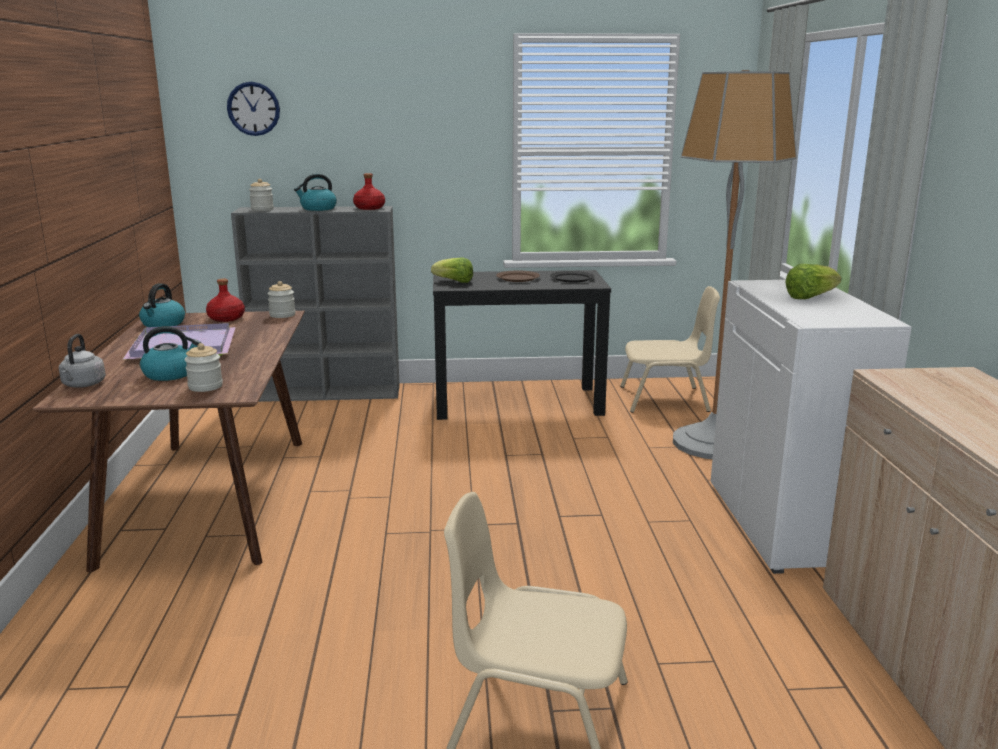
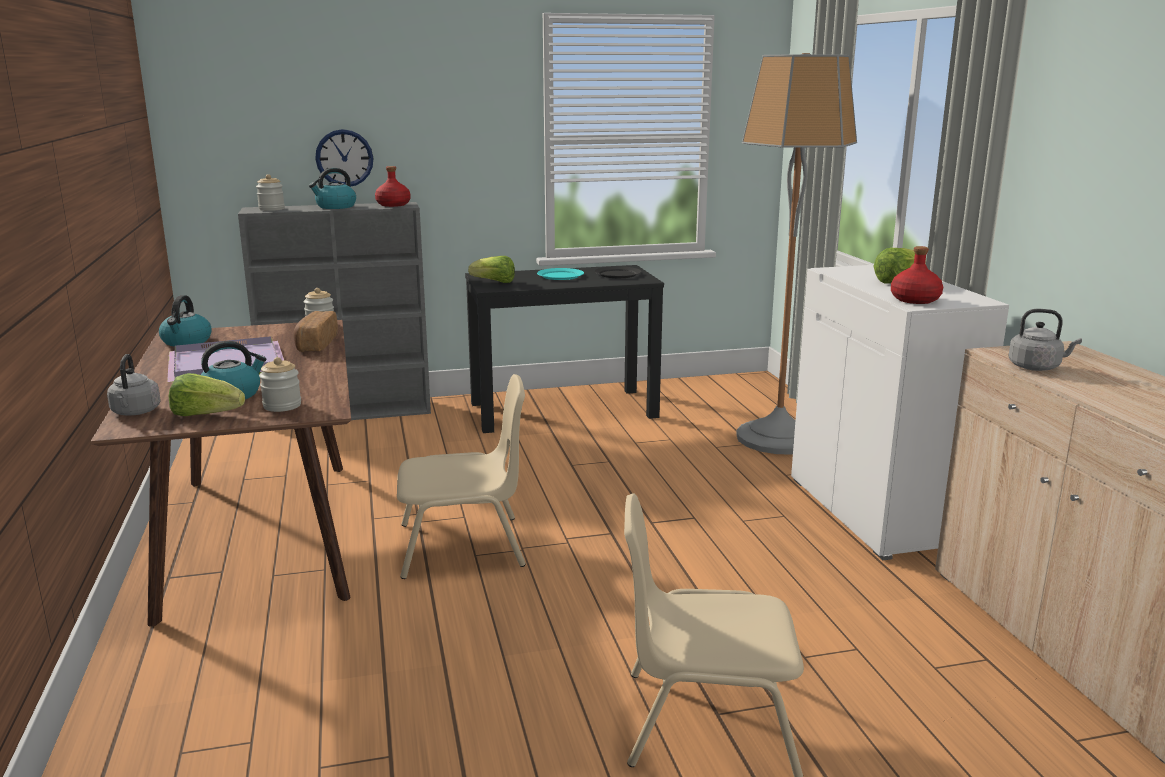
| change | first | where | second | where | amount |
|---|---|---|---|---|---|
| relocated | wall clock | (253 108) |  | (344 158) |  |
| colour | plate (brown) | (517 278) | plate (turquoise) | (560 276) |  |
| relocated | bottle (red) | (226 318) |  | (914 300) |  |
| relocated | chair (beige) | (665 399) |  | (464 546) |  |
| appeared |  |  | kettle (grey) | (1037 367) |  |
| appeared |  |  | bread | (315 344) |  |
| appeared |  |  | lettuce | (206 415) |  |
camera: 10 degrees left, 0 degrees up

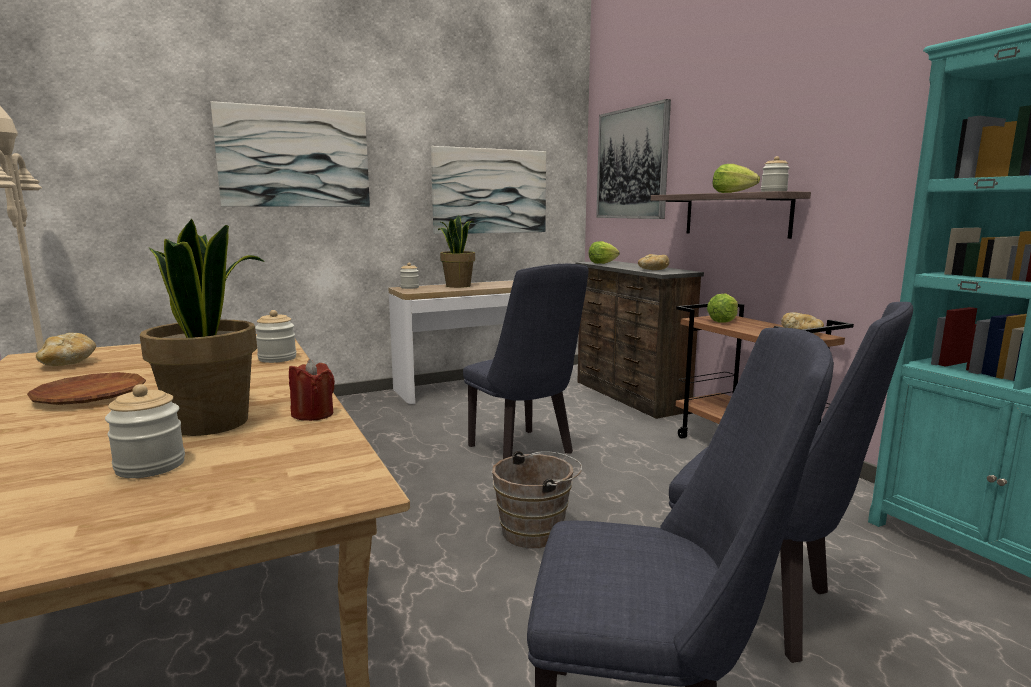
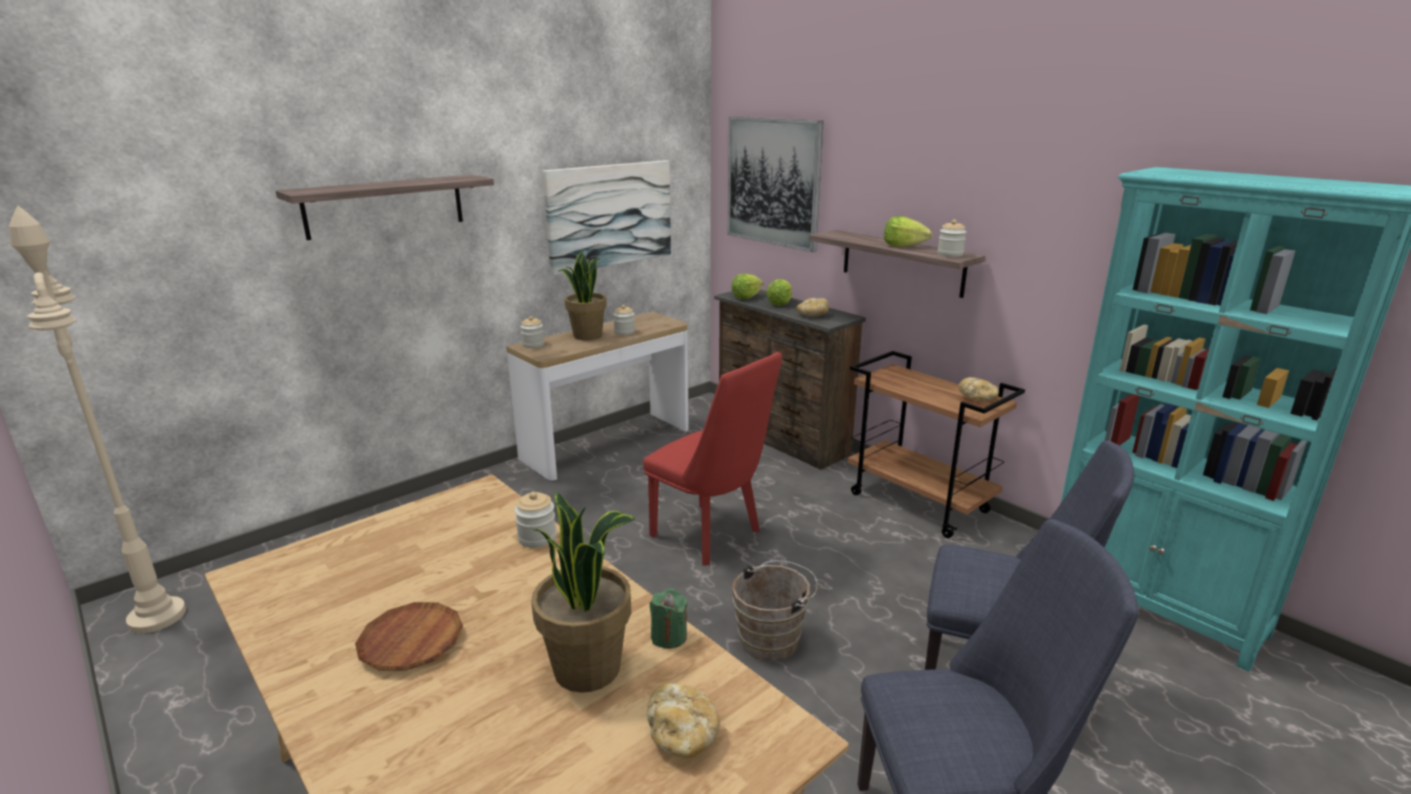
| change | first | where | second | where | amount |
|---|---|---|---|---|---|
| exchanged | picture | (294 158) | shelf | (385 206) |  |
| colour | chair (blue) | (525 452) | chair (red) | (712 536) |  |
| relocated | lettuce | (723 321) |  | (780 303) |  |
| relocated | bread | (68 364) |  | (682 735) |  |
| colour | candle (red) | (313 414) | candle (green) | (669 636) |  |
| relocated | jar | (150 466) |  | (624 332) |  |
camera: 15 degrees left, 10 degrees up

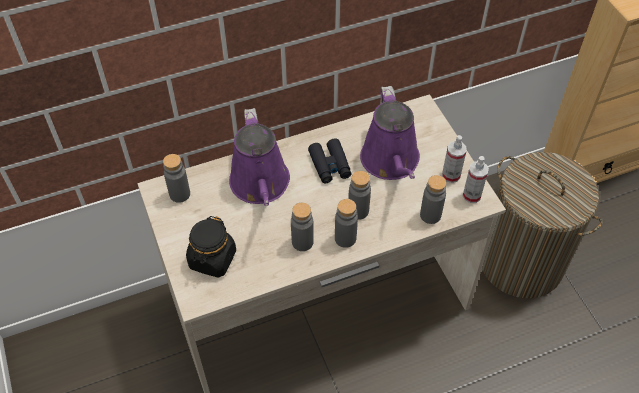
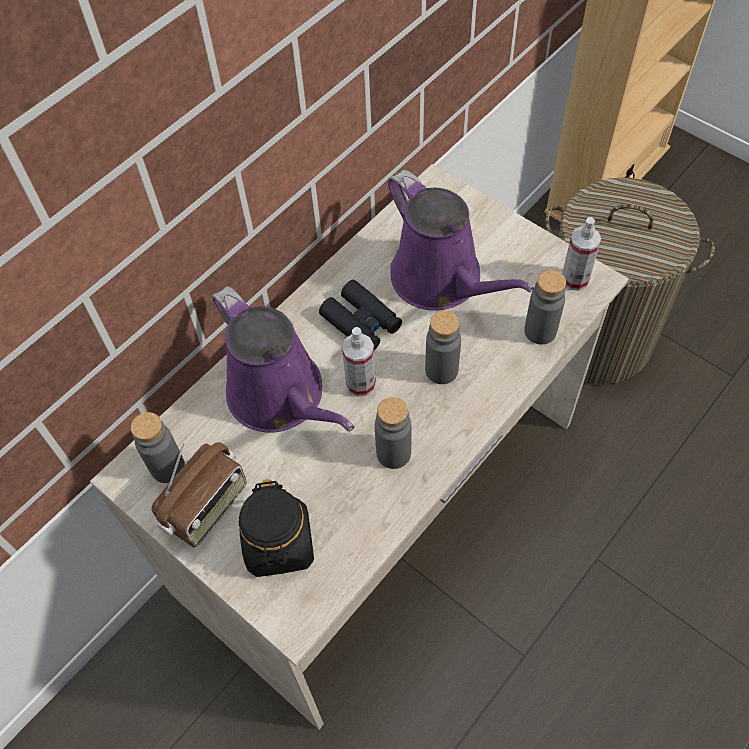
| change | first | where | second | where | amount |
|---|---|---|---|---|---|
| relocated | spray bottle | (451 175) |  | (361 384) |  |
| missing | bottle (grey) | (345 238) |  |  |  |
| appeared |  |  | radio | (207 507) |  |
camera: 25 degrees left, 5 degrees up

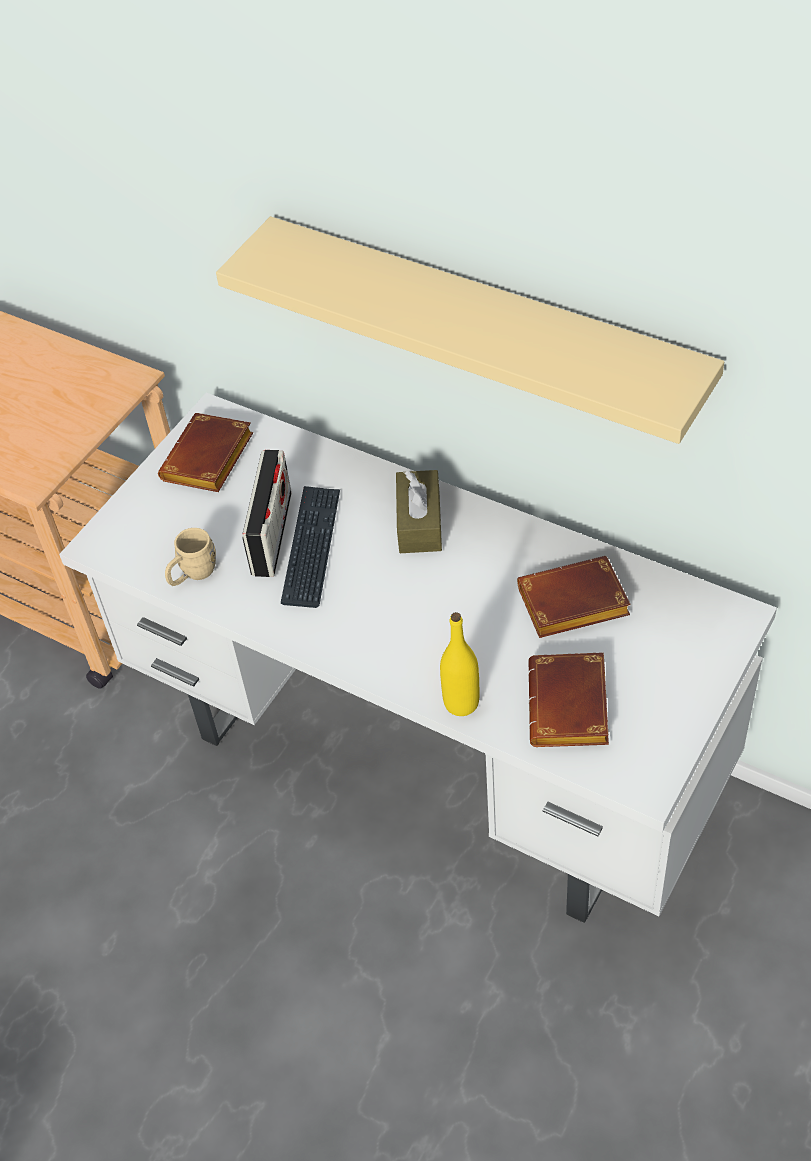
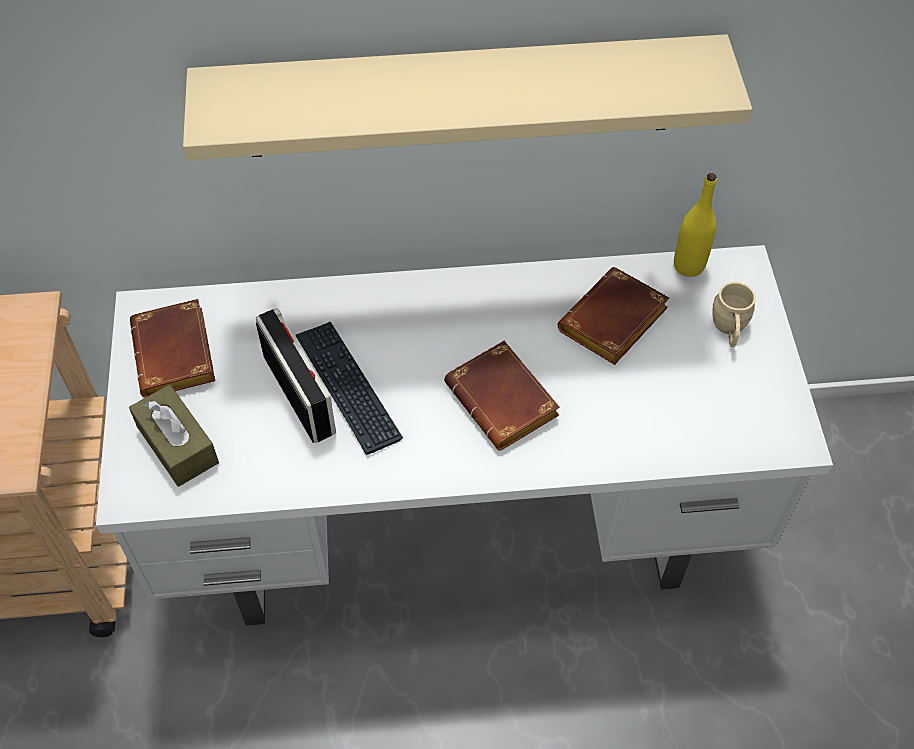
| change | first | where | second | where | amount |
|---|---|---|---|---|---|
| relocated | tissue box (brown) | (419 522) |  | (177 445) |  |
| relocated | mug (beige) | (192 574) |  | (729 330) |  |
| relocated | bottle (yellow) | (461 703) |  | (688 265) |  |
| relocated | book (brown) | (571 709) |  | (505 402) |  |
camera: 40 degrees left, 5 degrees up

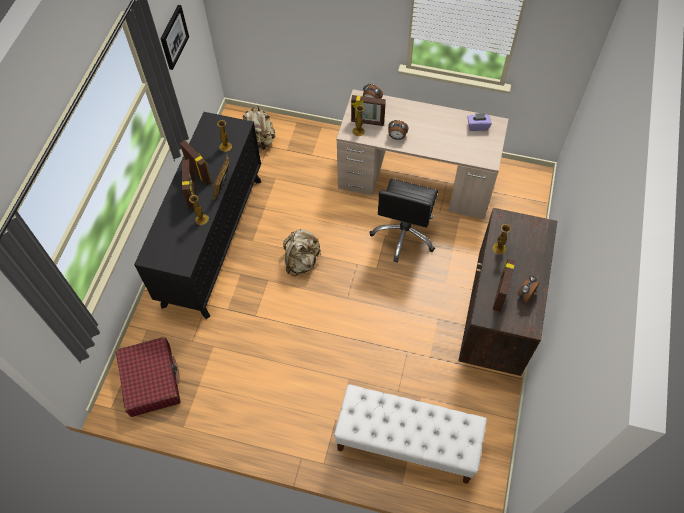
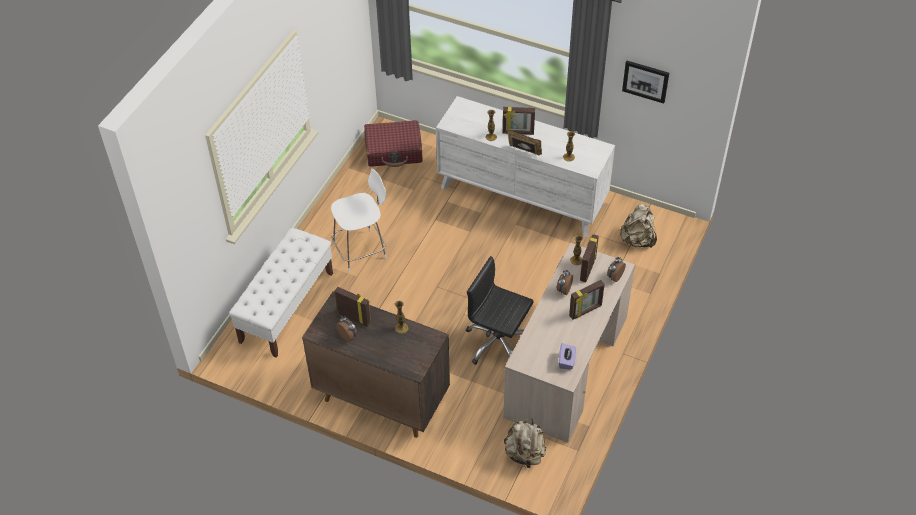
| change | first | where | second | where | amount |
|---|---|---|---|---|---|
| colour | dresser (black) | (213 239) | dresser (white) | (522 196) |  |
| relocated | picture frame | (199 173) |  | (585 311) |  |
| relocated | backpack (beige) | (302 261) |  | (525 454) |  |
| appeared |  |  | chair (white) | (361 250) |  |
camera: 100 degrees right, 10 degrees down

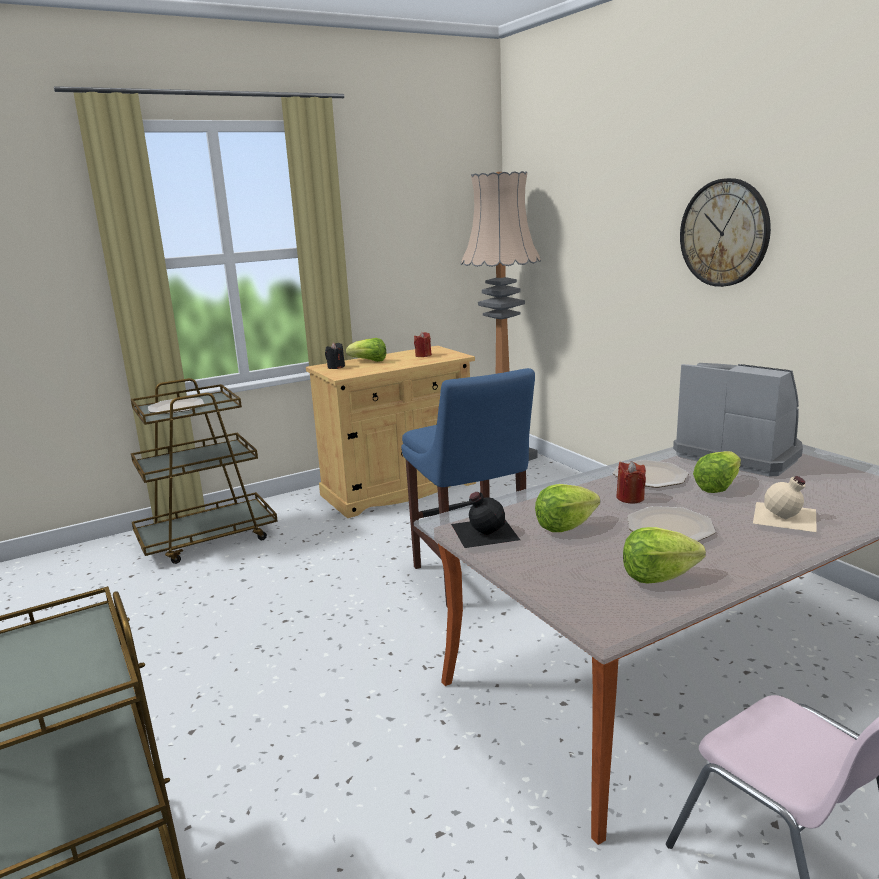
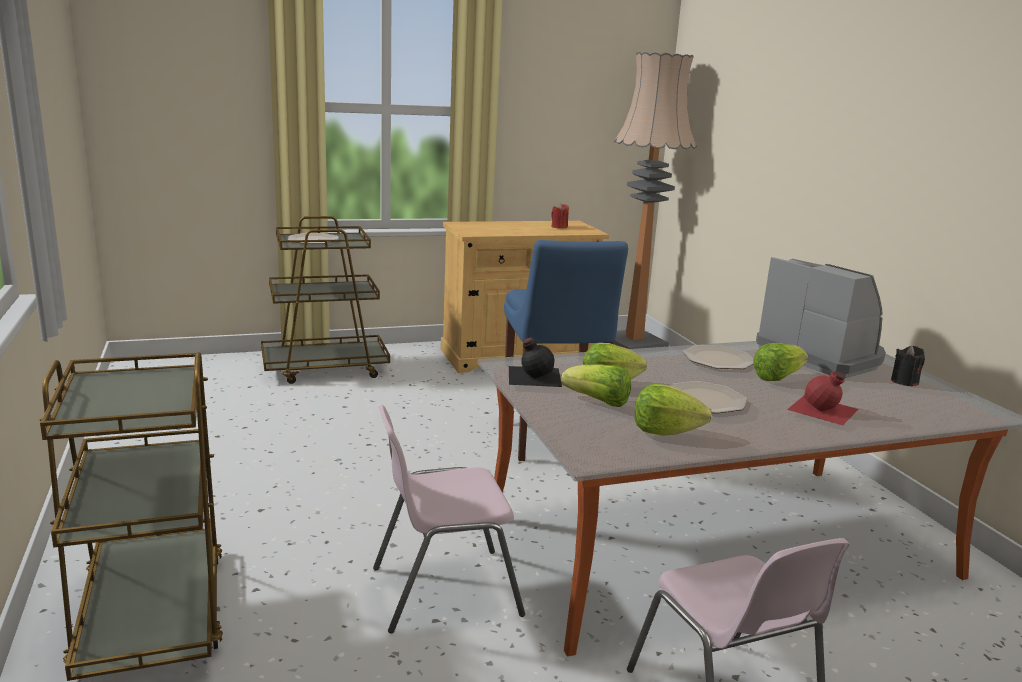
| change | first | where | second | where | amount |
|---|---|---|---|---|---|
| missing | wall clock | (724 233) |  |  |  |
| relocated | lettuce | (369 361) |  | (598 402) |  |
| relocated | candle (black) | (336 367) |  | (904 381) |  |
| missing | candle (red) | (630 498) |  |  |  |
| colour | bottle (beige) | (786 516) | bottle (red) | (823 409) |  |
| appeared |  |  | chair (pink) | (443 590) |  |
camera: 10 degrees right, 0 degrees up

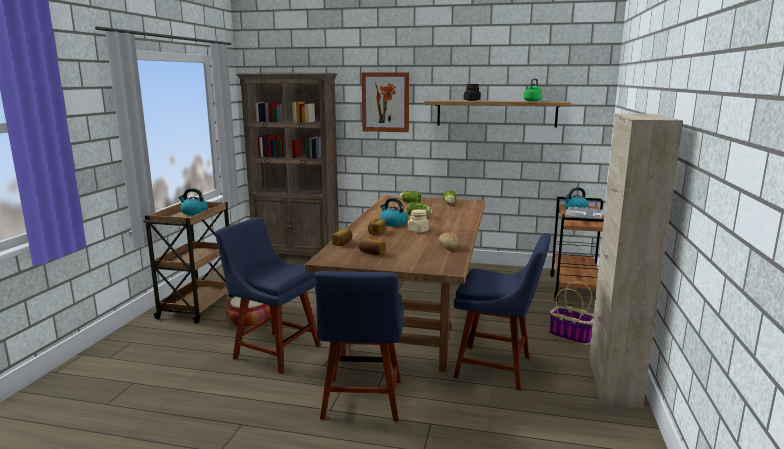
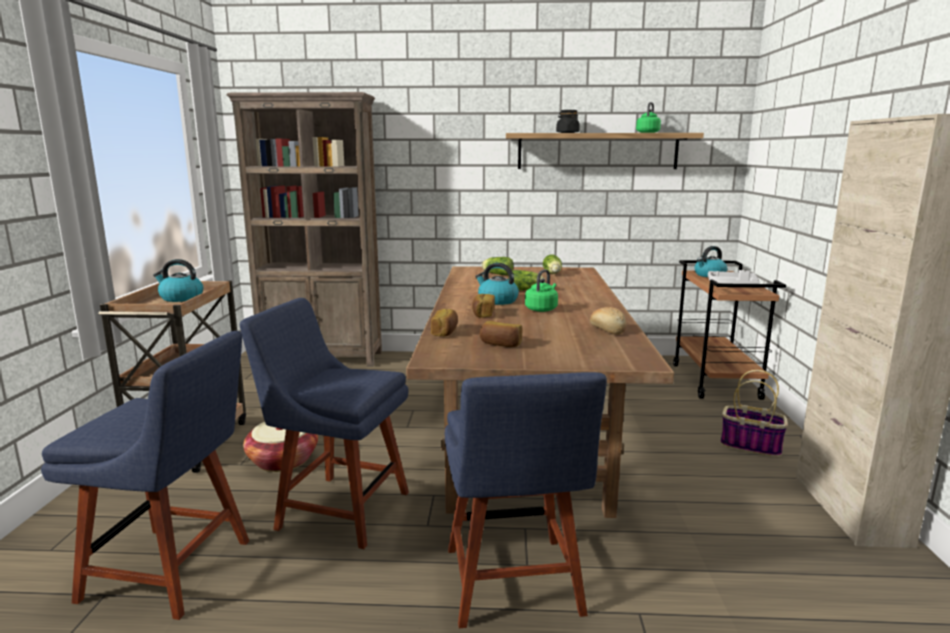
| change | first | where | second | where | amount |
|---|---|---|---|---|---|
| missing | picture | (385 102) |  |  |  |
| exchanged | jar (beige) | (418 231) | kettle (green) | (542 309) |  |
| relocated | chair (blue) | (497 368) |  | (174 571) |  |
camera: 10 degrees left, 0 degrees up

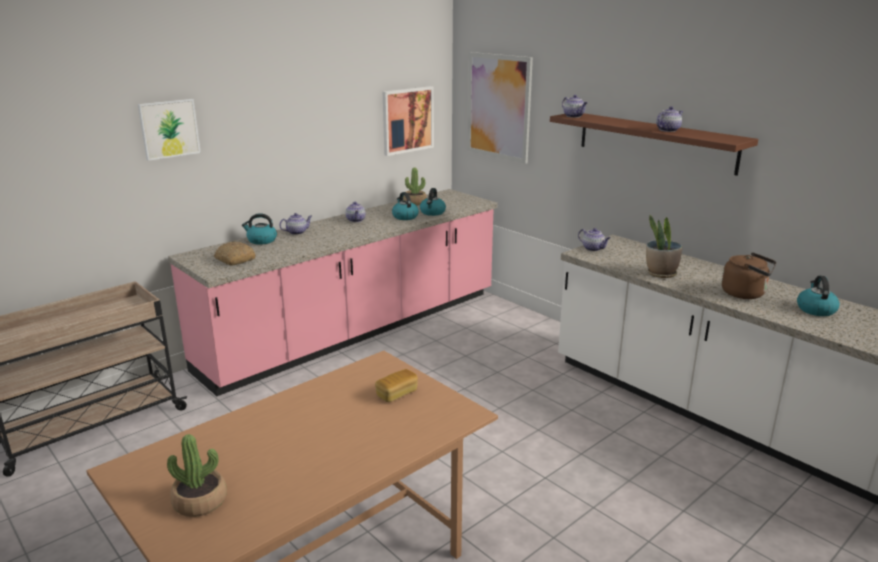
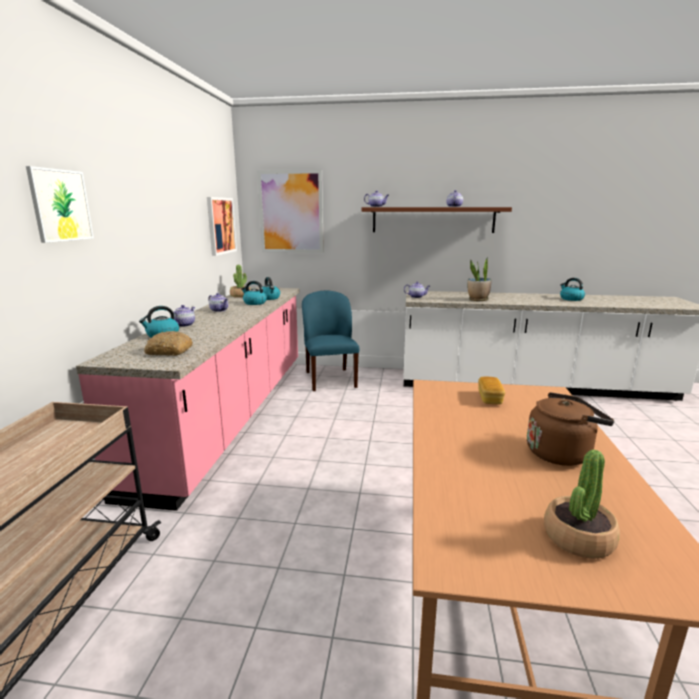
| change | first | where | second | where | amount |
|---|---|---|---|---|---|
| relocated | kettle (brown) | (746 294) |  | (561 453) |  |
| appeared |  |  | chair (blue) | (330 379) |  |
camera: 40 degrees left, 5 degrees down

